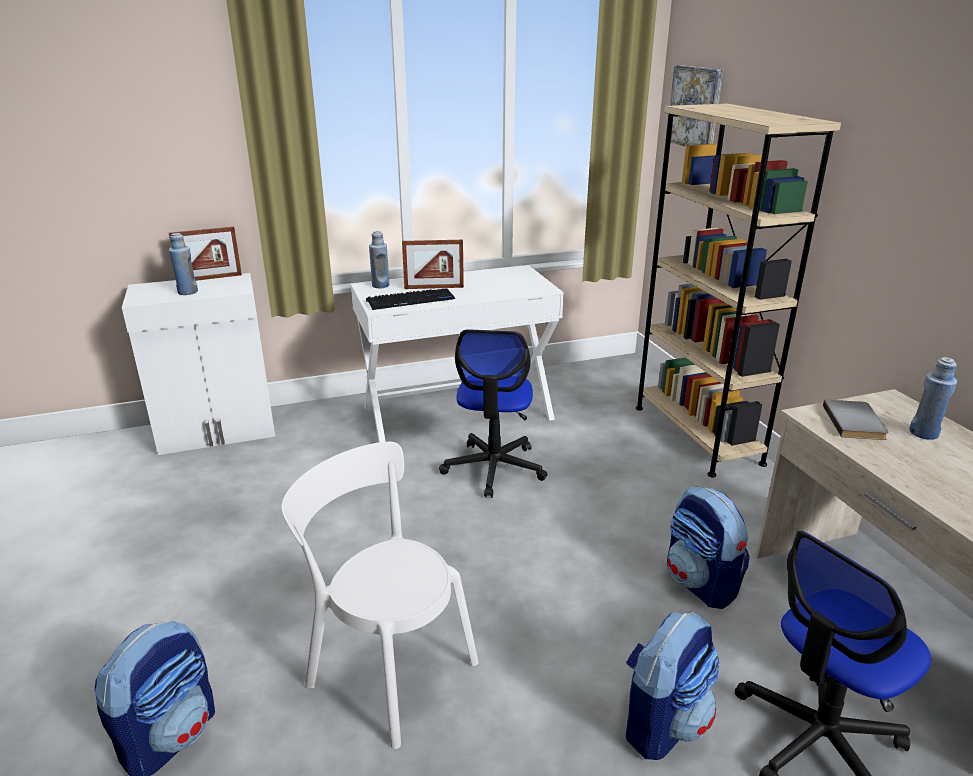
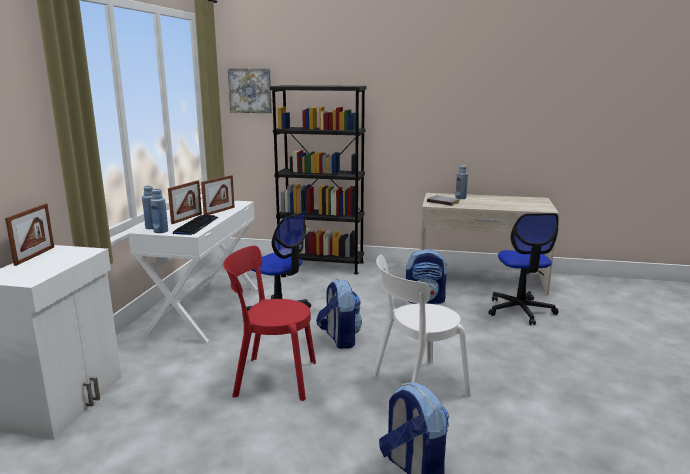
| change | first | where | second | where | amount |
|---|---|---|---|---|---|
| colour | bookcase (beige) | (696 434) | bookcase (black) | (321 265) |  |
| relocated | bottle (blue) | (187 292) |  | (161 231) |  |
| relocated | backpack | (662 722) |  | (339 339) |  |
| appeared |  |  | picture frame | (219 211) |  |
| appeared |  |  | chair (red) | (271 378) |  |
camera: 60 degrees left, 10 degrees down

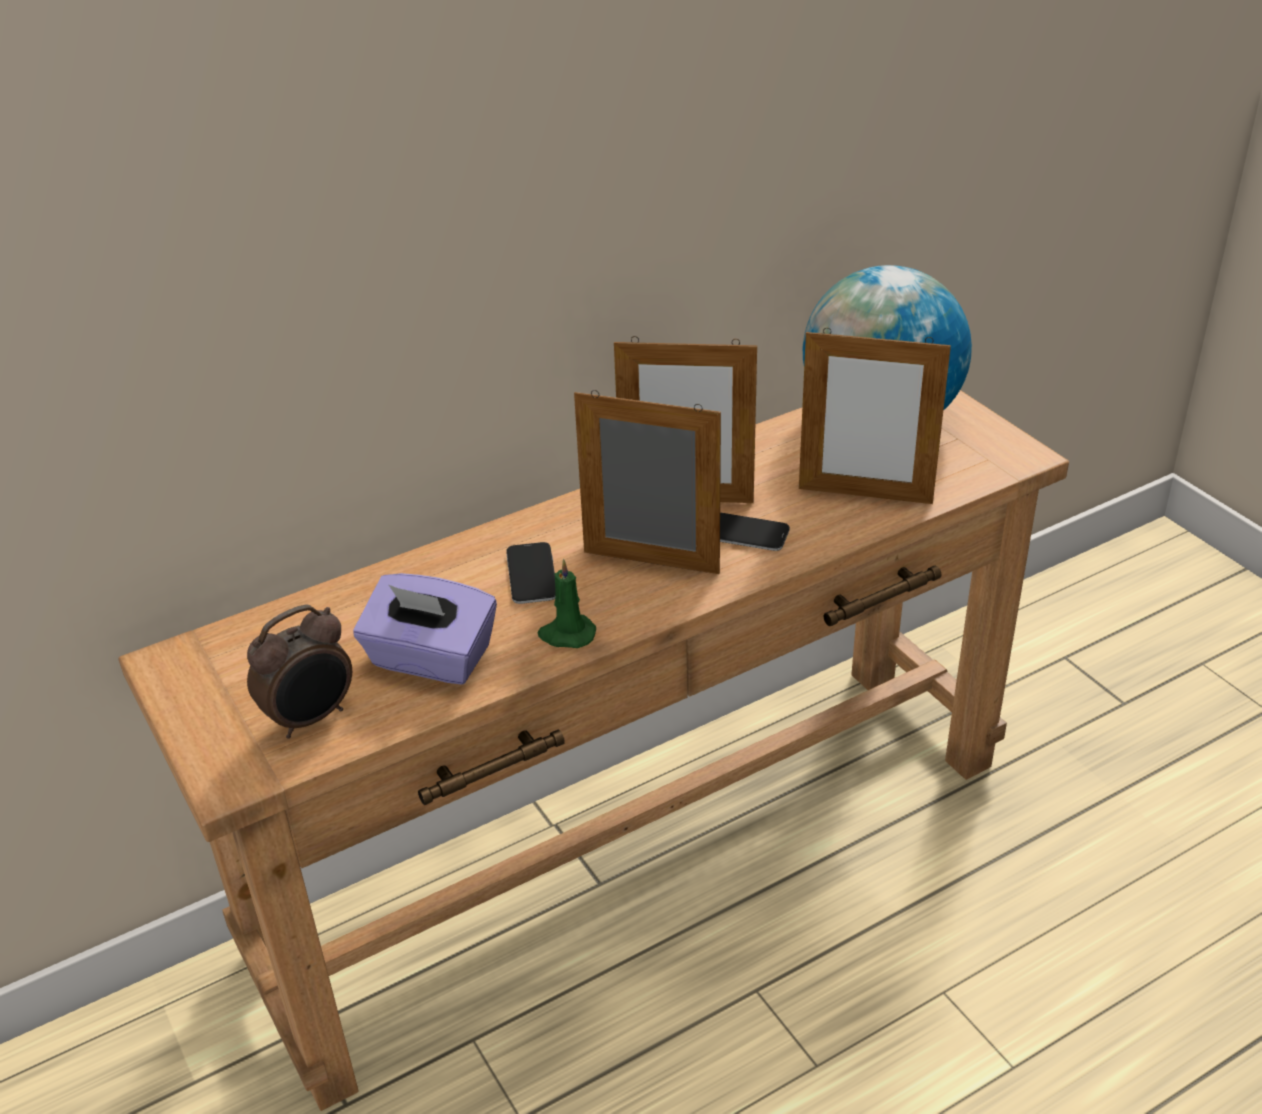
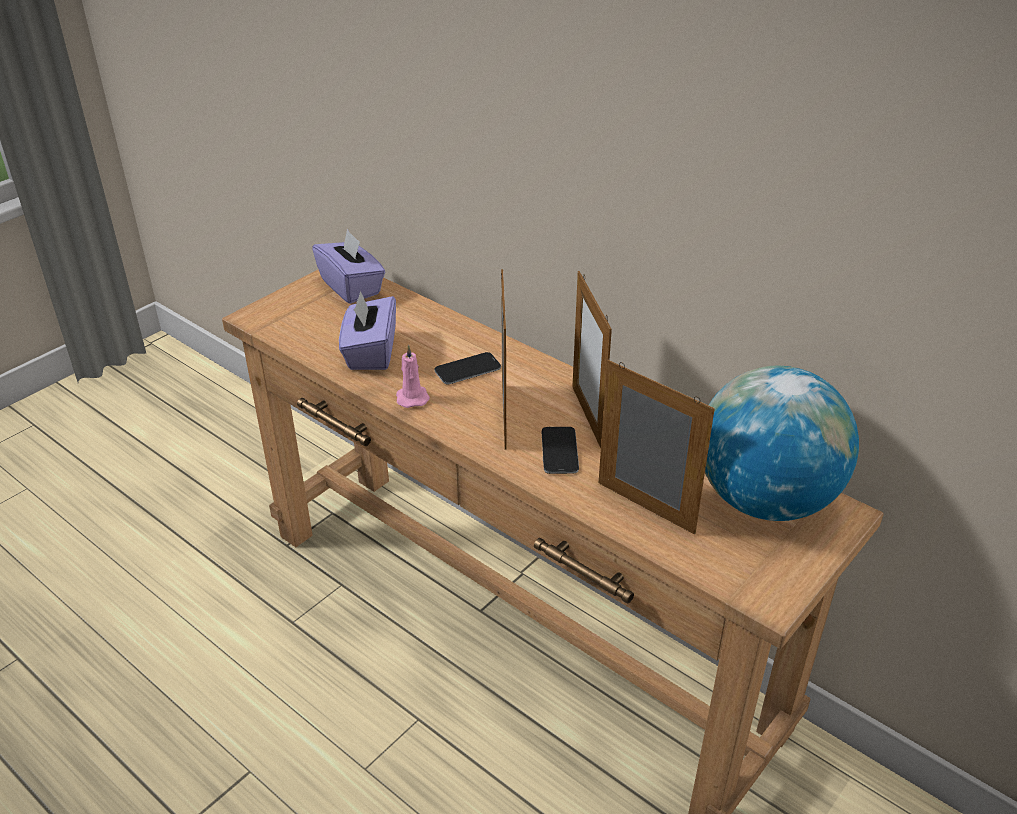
| change | first | where | second | where | amount |
|---|---|---|---|---|---|
| spun | picture frame | (865 495) |  | (645 507) | 135 degrees clockwise |
| colour | candle (green) | (566 634) | candle (pink) | (412 397) |  |
| missing | alarm clock | (311 718) |  |  |  |
| appeared |  |  | tissue box (purple) | (352 287) |  |
camera: 70 degrees right, 0 degrees up

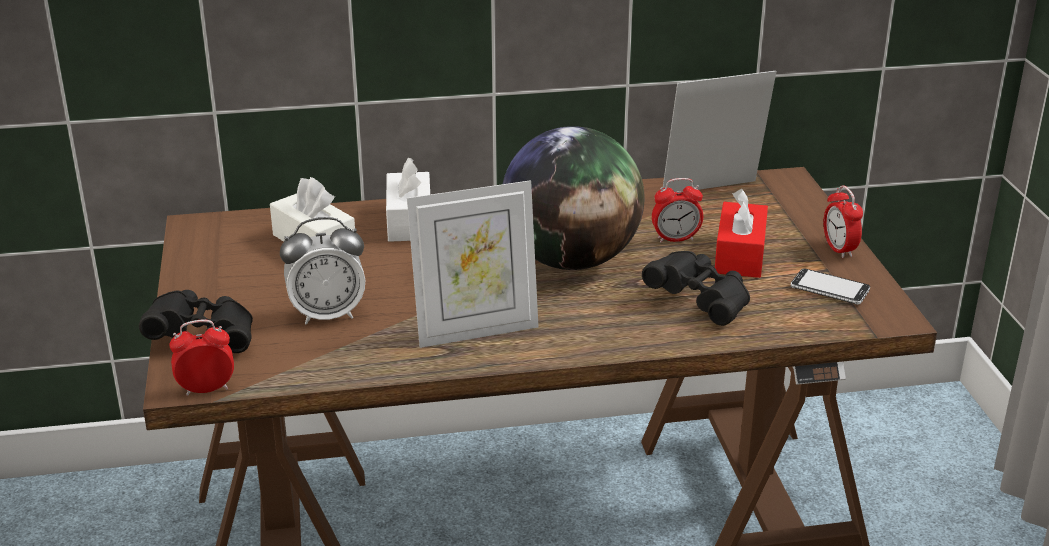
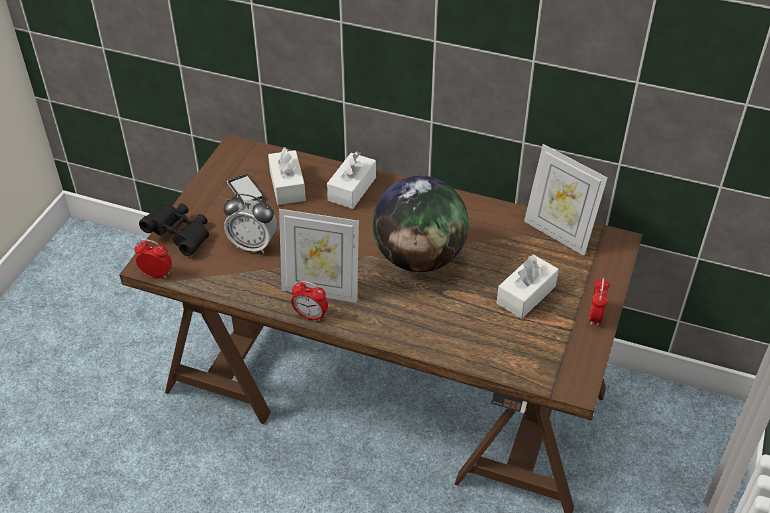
| change | first | where | second | where | amount |
|---|---|---|---|---|---|
| spun | picture frame | (713 192) |  | (558 234) | 150 degrees counterclockwise |
| relocated | alarm clock | (675 239) |  | (310 315) |  |
| colour | tissue box (red) | (740 255) | tissue box (white) | (526 295) |  |
| missing | binoculars (black) | (700 302) |  |  |  |
| relocated | phone | (829 289) |  | (245 191) |  |
camera: 30 degrees right, 15 degrees up

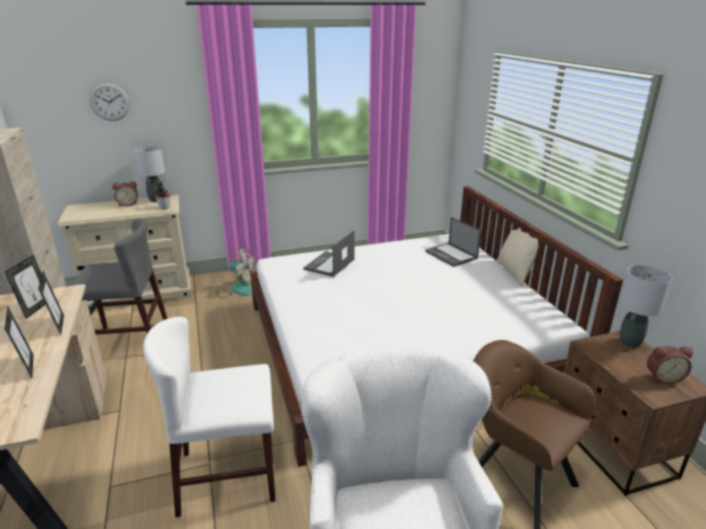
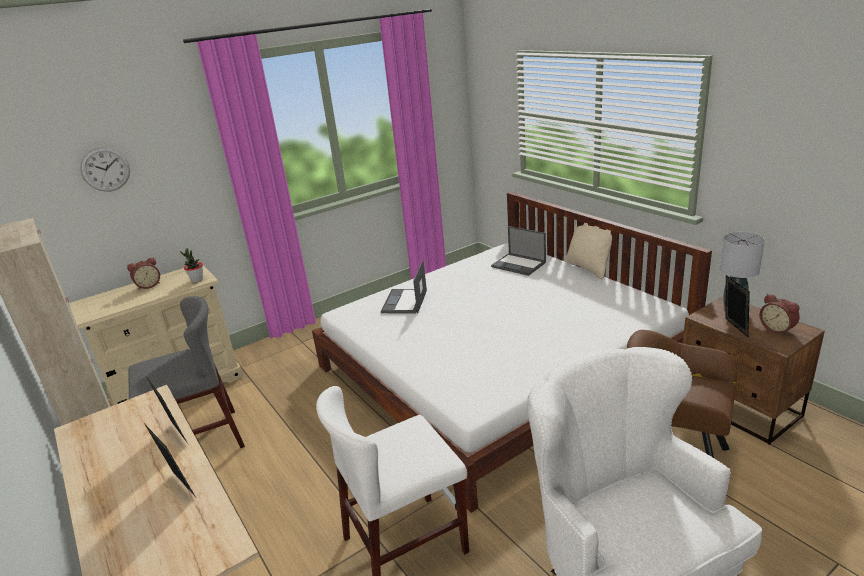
| change | first | where | second | where | amount |
|---|---|---|---|---|---|
| missing | table lamp (grey) | (156 200) |  |  |  |
| missing | fan | (236 288) |  |  |  |
| relocated | picture frame | (36 308) |  | (733 328) |  |
| spun | alarm clock | (662 377) |  | (777 329) | 75 degrees clockwise |
camera: 15 degrees left, 0 degrees up

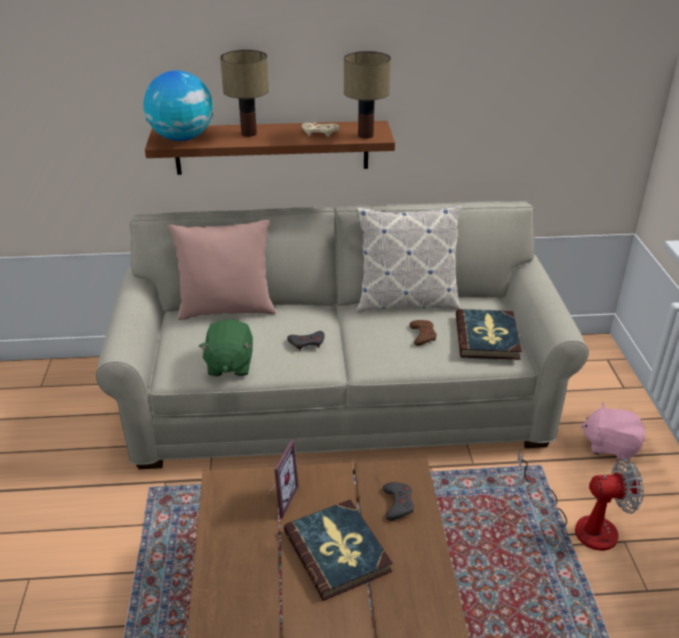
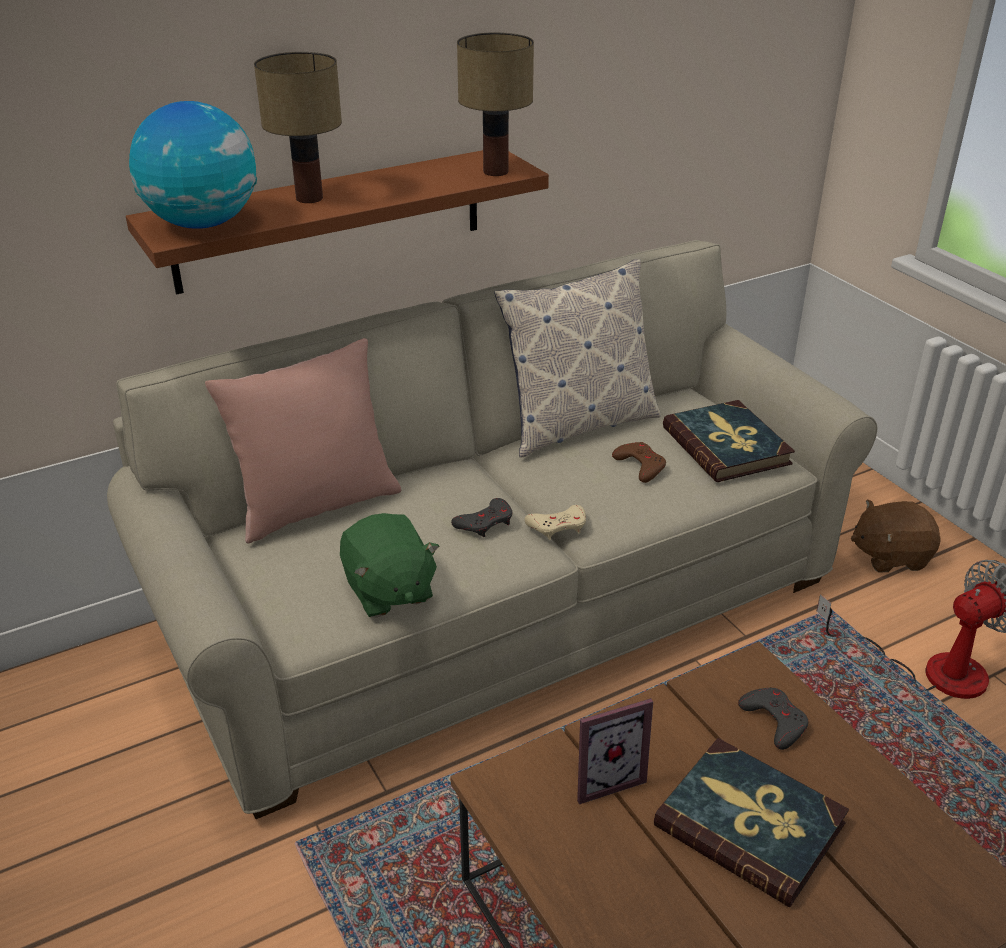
| change | first | where | second | where | amount |
|---|---|---|---|---|---|
| relocated | game controller (beige) | (320 133) |  | (558 526) |  |
| colour | plush toy (pink) | (610 445) | plush toy (brown) | (890 556) |  |
| spun | picture frame | (278 499) |  | (603 777) | 75 degrees clockwise |
camera: 25 degrees left, 0 degrees up

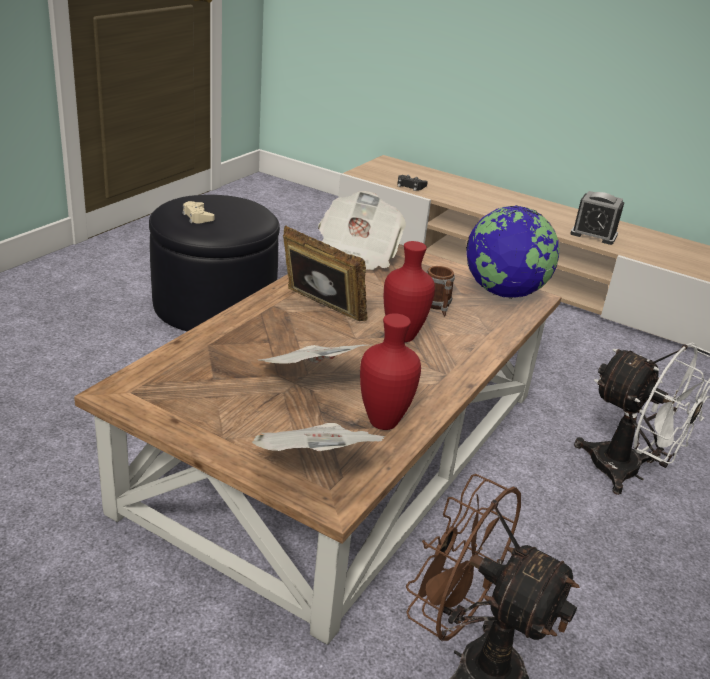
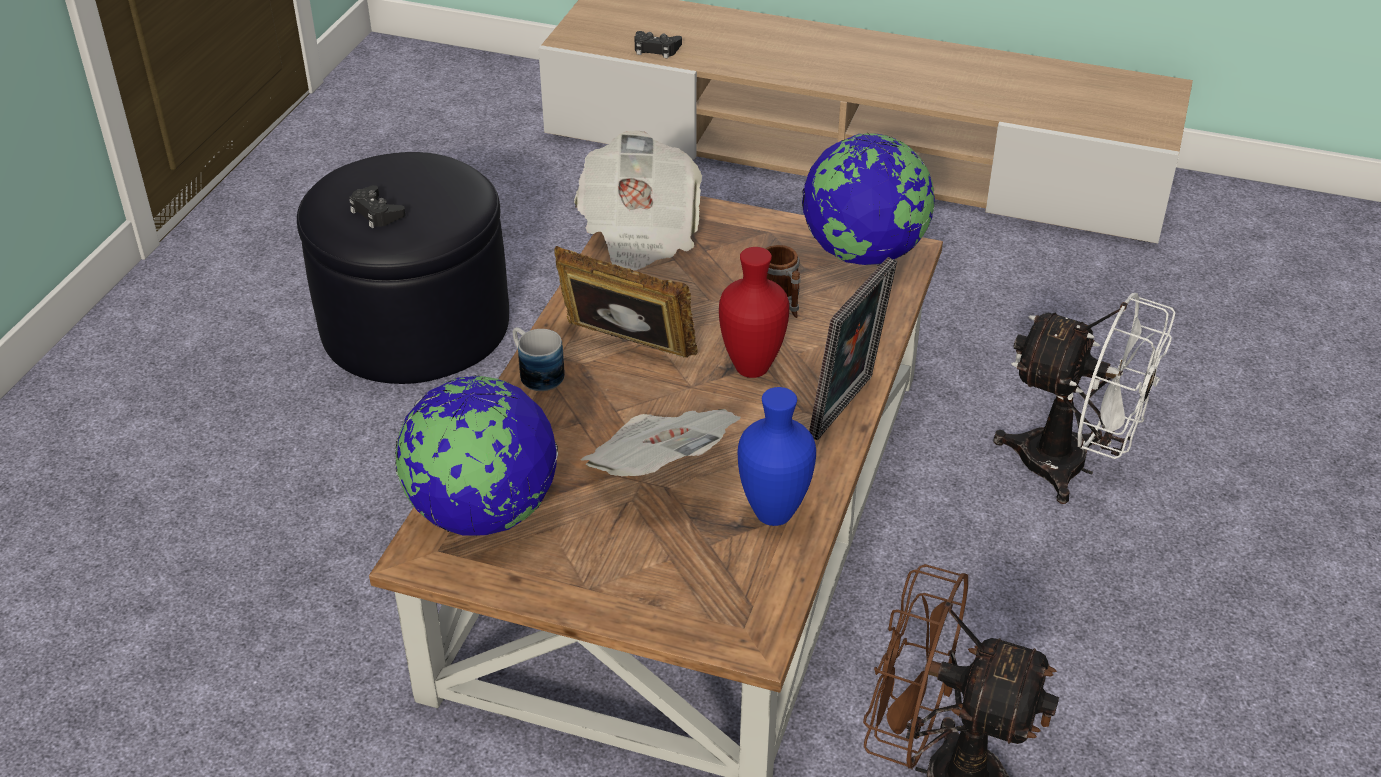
| change | first | where | second | where | amount |
|---|---|---|---|---|---|
| missing | alarm clock | (593 234) |  |  |  |
| colour | game controller (beige) | (197 217) | game controller (black) | (376 213) |  |
| colour | vase (red) | (385 422) | vase (blue) | (775 513) |  |
| missing | newspaper | (316 465) |  |  |  |
| appeared |  |  | picture frame | (847 409) |  |
| appeared |  |  | mug | (536 372) |  |
| appeared |  |  | globe | (482 513) |  |
camera: 10 degrees left, 10 degrees up

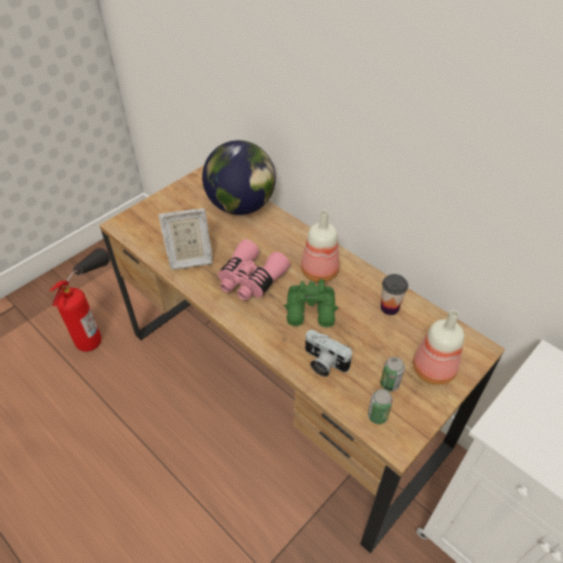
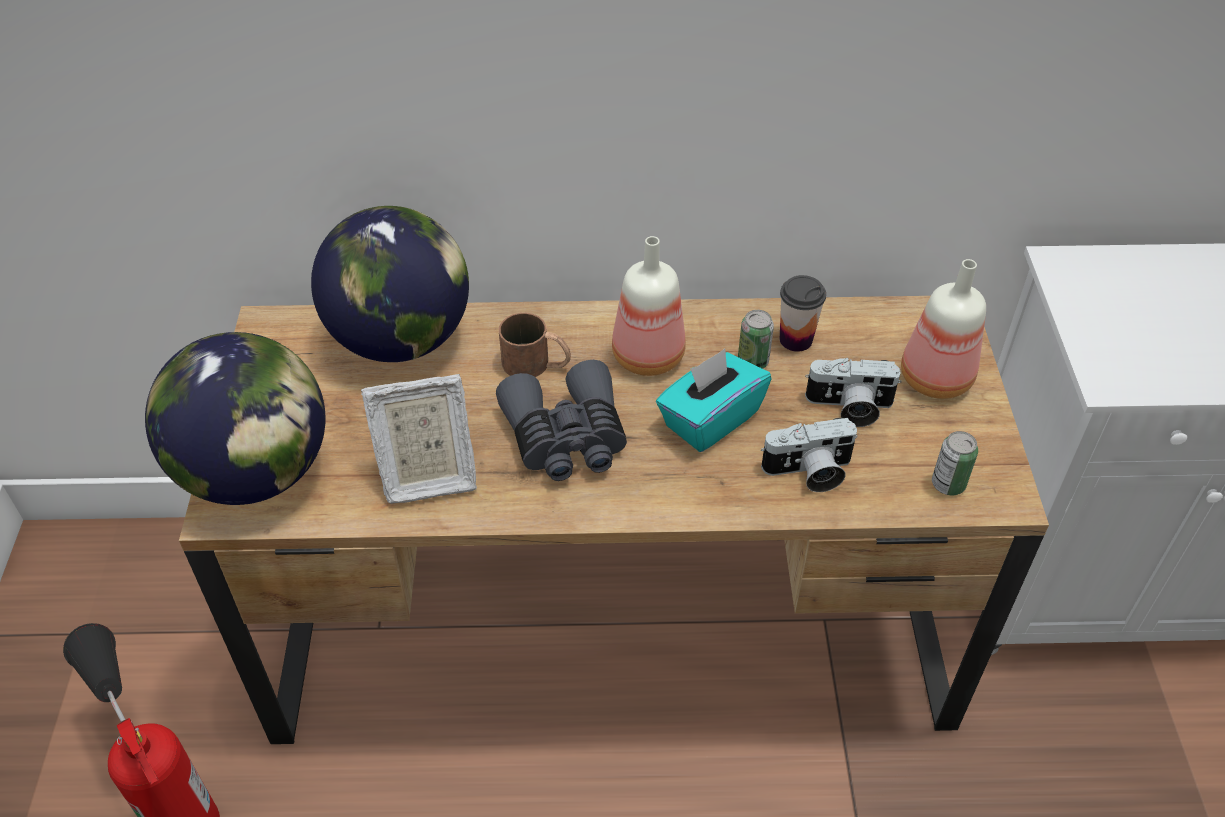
| change | first | where | second | where | amount |
|---|---|---|---|---|---|
| spun | picture frame | (189 258) |  | (426 476) | 45 degrees clockwise |
| colour | binoculars (pink) | (250 279) | binoculars (grey) | (566 438) |  |
| exchanged | binoculars (green) | (311 312) | tissue box (turquoise) | (710 419) |  |
| relocated | can | (389 384) |  | (753 361) |  |
| appeared |  |  | mug (brown) | (537 364) |  |
| appeared |  |  | globe | (256 473) |  |
| appeared |  |  | photo camera | (849 408) |  |
camera: 45 degrees left, 0 degrees up

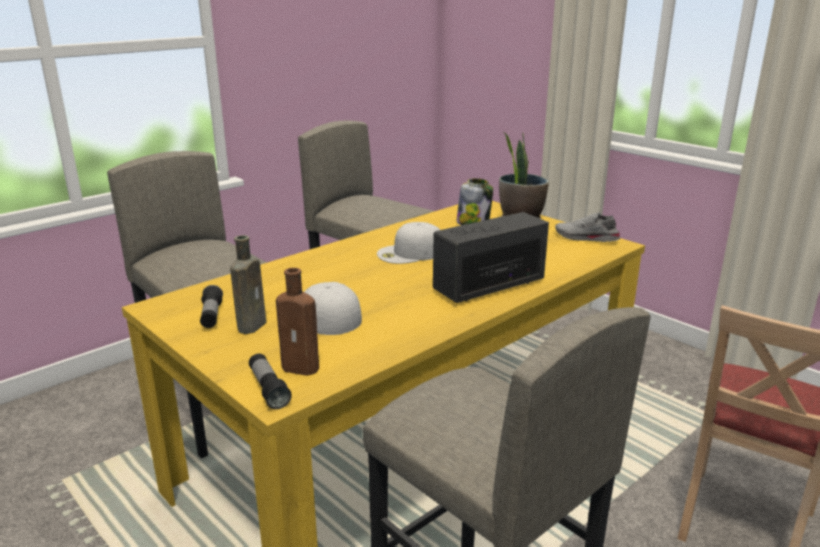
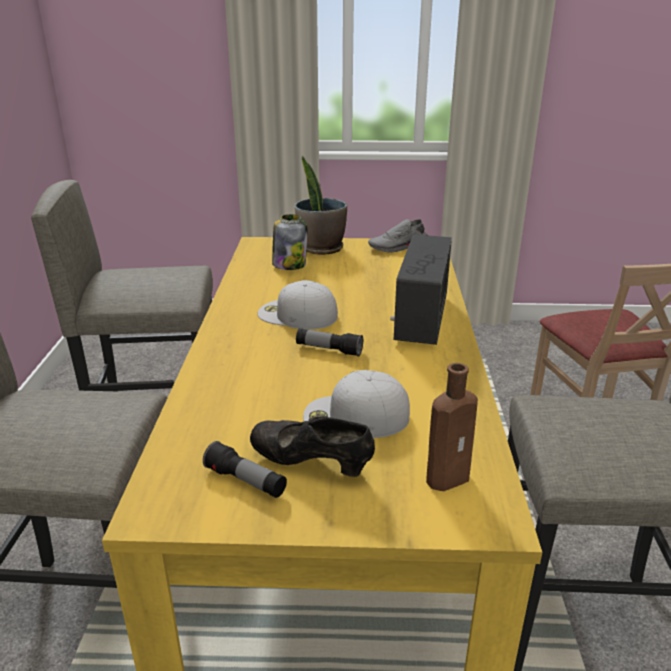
| change | first | where | second | where | amount |
|---|---|---|---|---|---|
| spun | cap (white) | (411 253) |  | (296 314) | 90 degrees clockwise |
| exchanged | bottle (brown) | (253 325) | shoe (black) | (311 464) |  |
| relocated | flashlight | (268 389) |  | (329 350) |  |
camera: 45 degrees left, 5 degrees up

